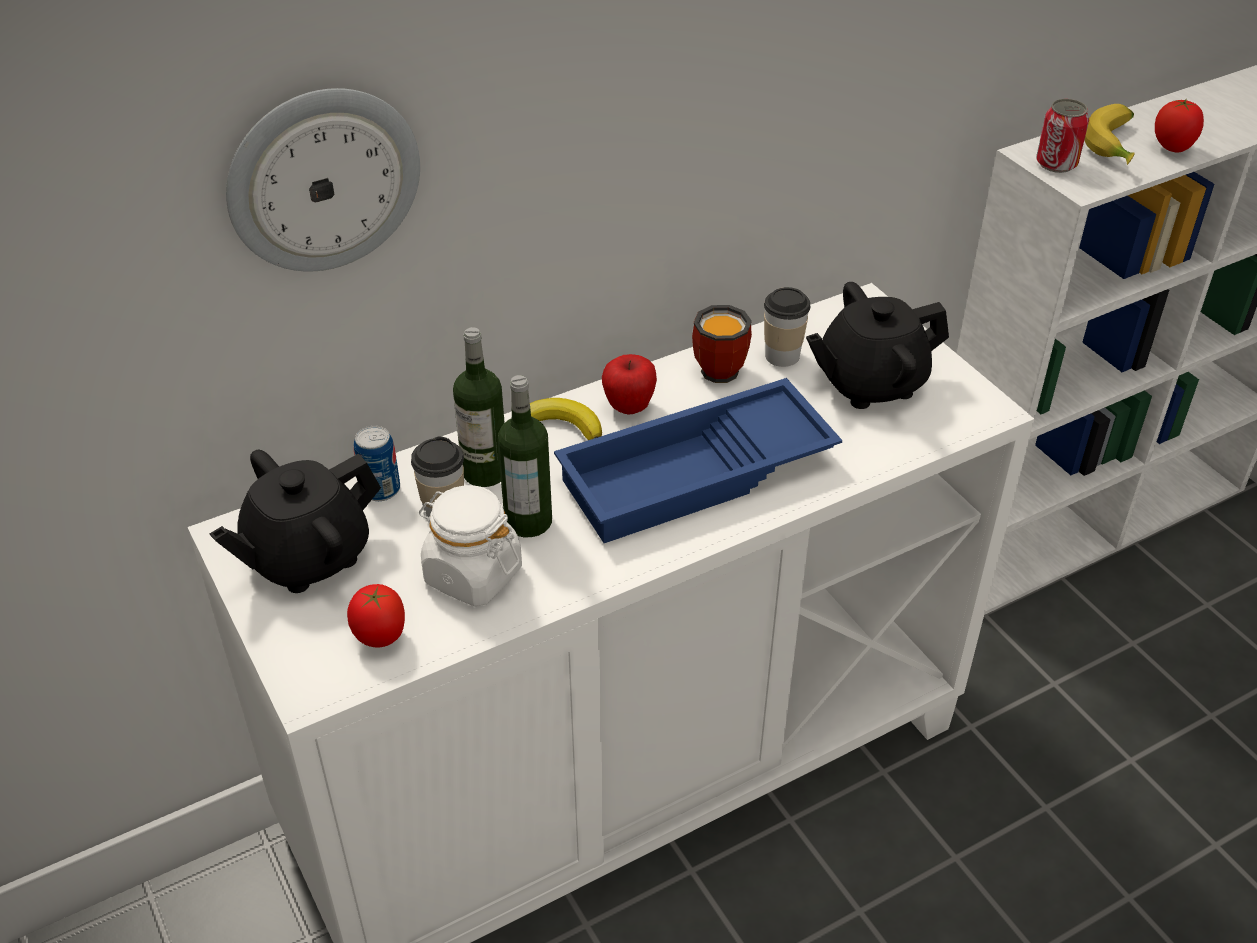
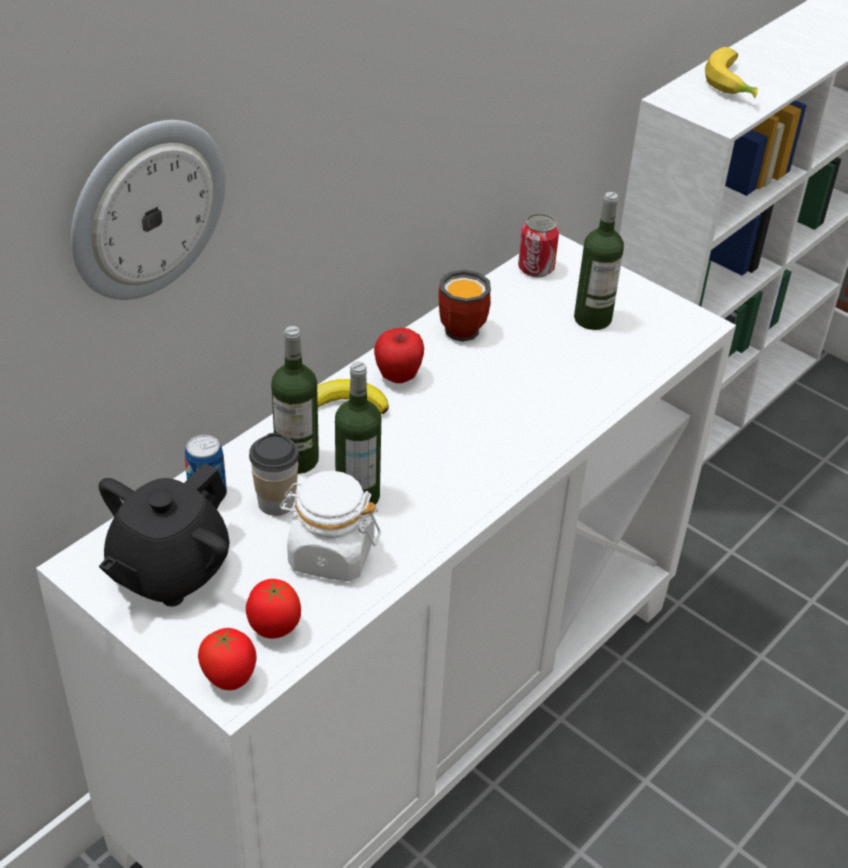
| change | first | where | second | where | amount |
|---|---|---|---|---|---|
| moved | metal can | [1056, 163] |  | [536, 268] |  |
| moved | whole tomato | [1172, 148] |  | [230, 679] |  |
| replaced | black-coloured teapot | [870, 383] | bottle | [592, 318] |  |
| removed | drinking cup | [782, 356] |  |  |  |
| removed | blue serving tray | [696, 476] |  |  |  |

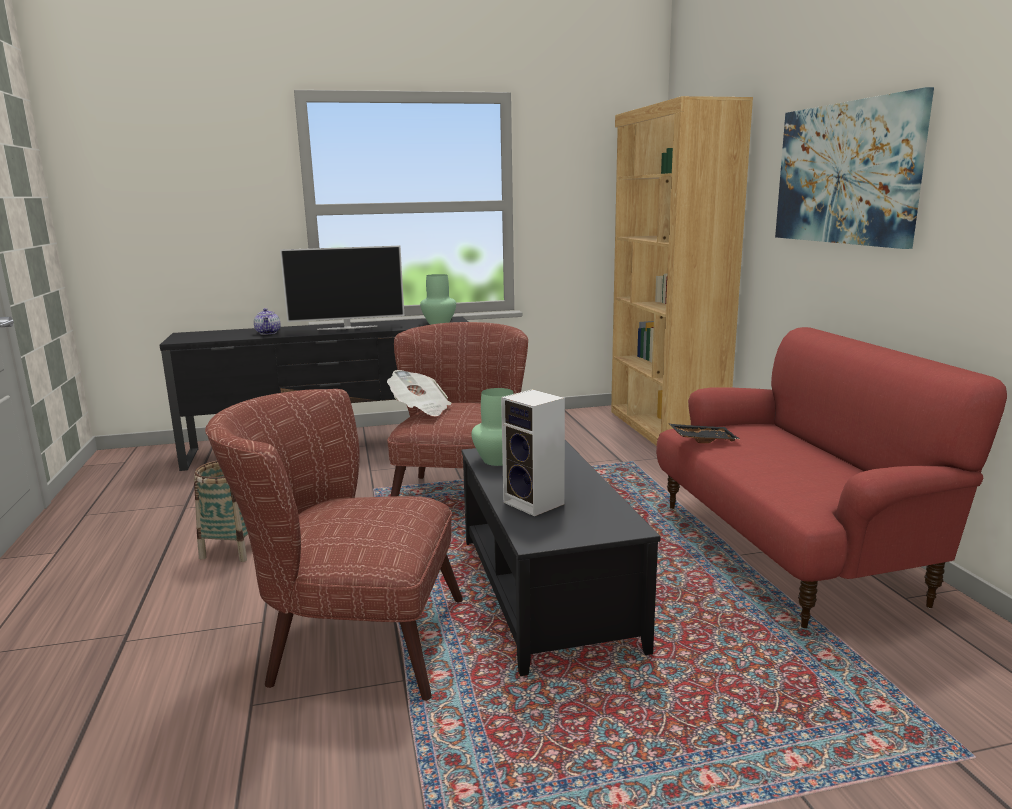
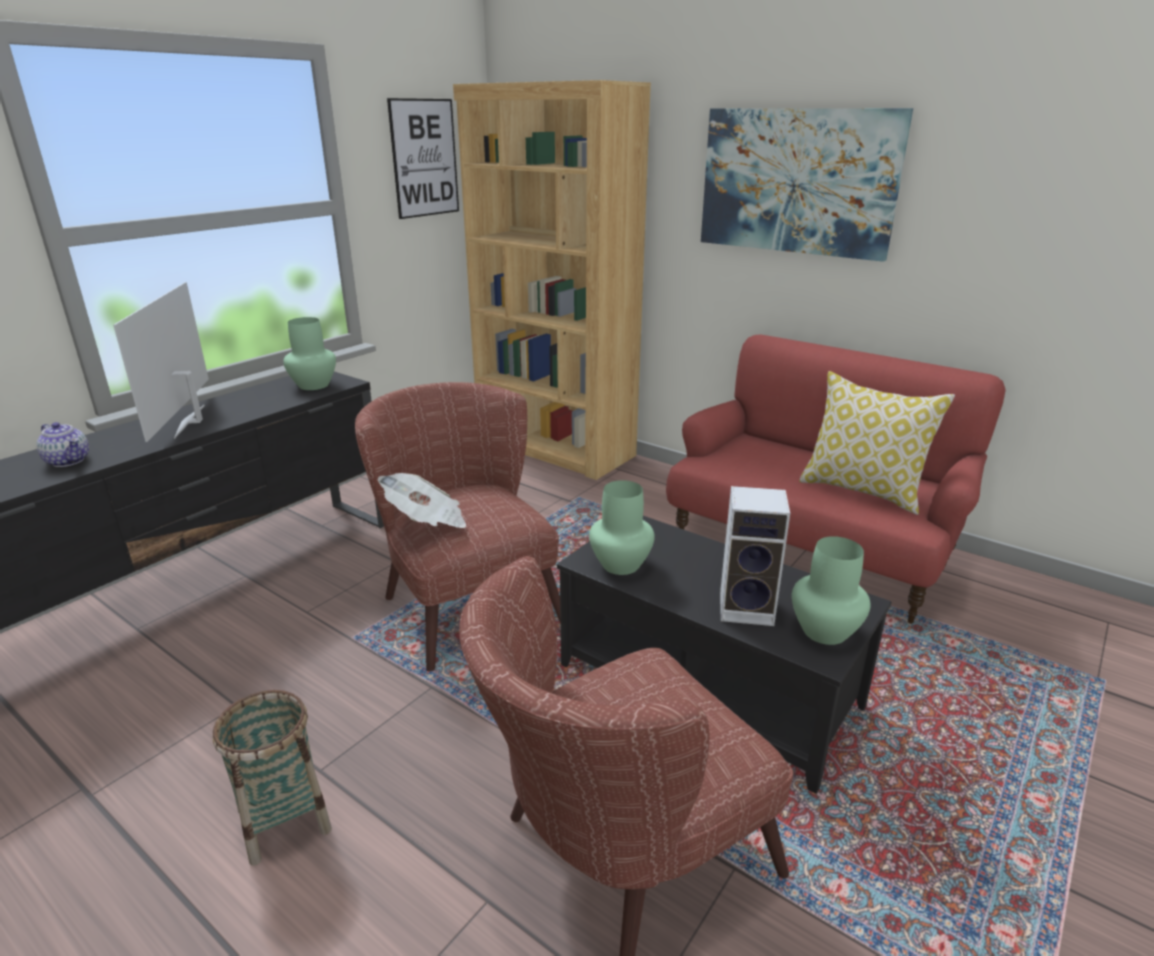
| change | first | where | second | where | amount |
|---|---|---|---|---|---|
| turned | TV set | [347, 328] |  | [192, 421] | 135 degrees clockwise |
| removed | black-coloured serving tray | [702, 439] |  |  |  |
| added |  |  | wall art | [424, 158] |  |
| added |  |  | pillow | [862, 491] |  |
| added |  |  | green decorative vase | [825, 631] |  |

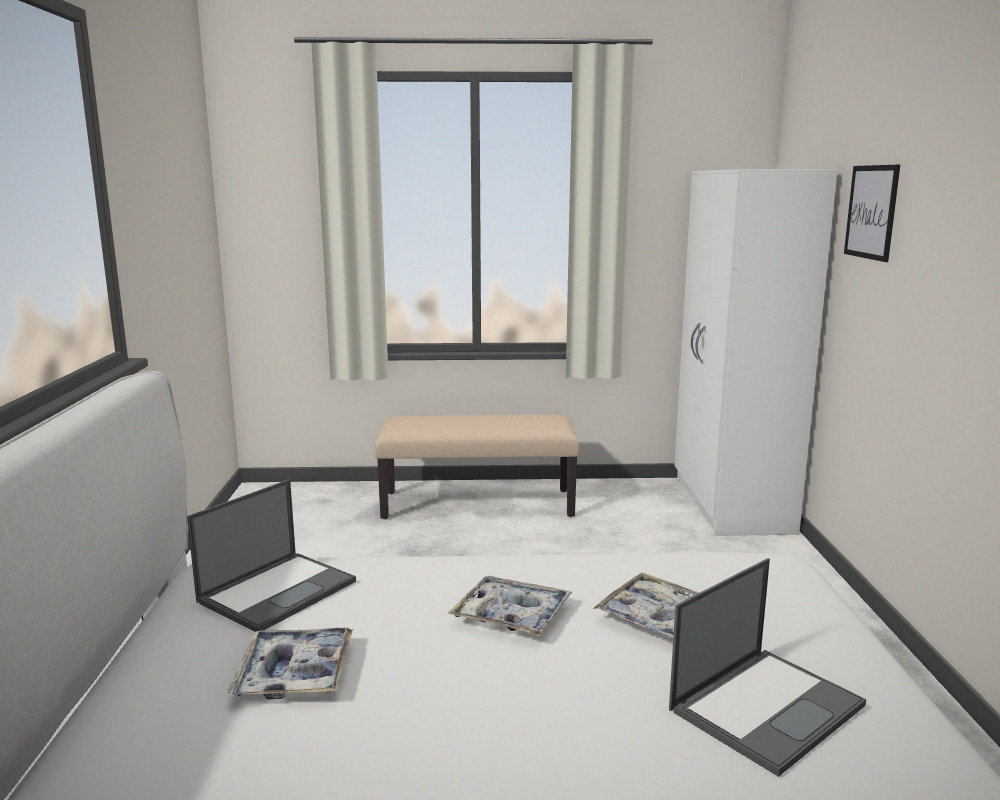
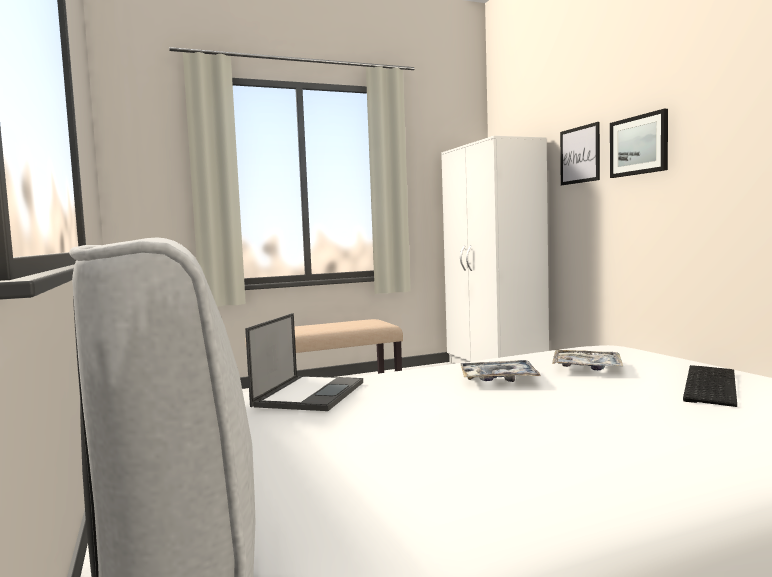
| change | first | where | second | where | amount |
|---|---|---|---|---|---|
| replaced | laptop | [767, 706] | computer keyboard | [707, 384] |  |
| removed | serving tray | [294, 673] |  |  |  |
| added |  |  | wall art | [639, 145] |  |

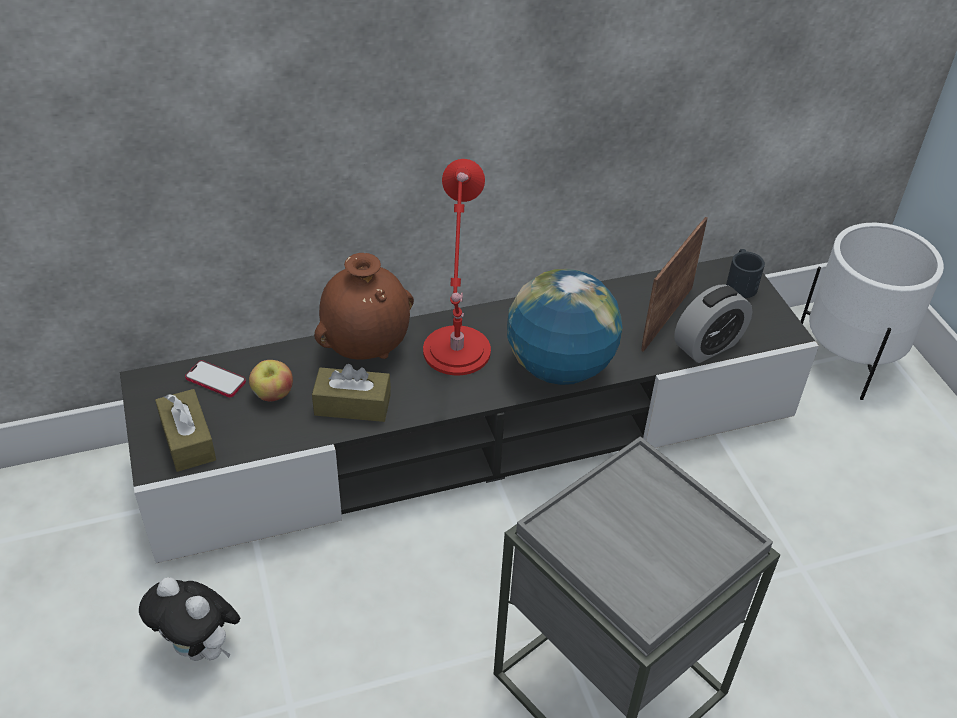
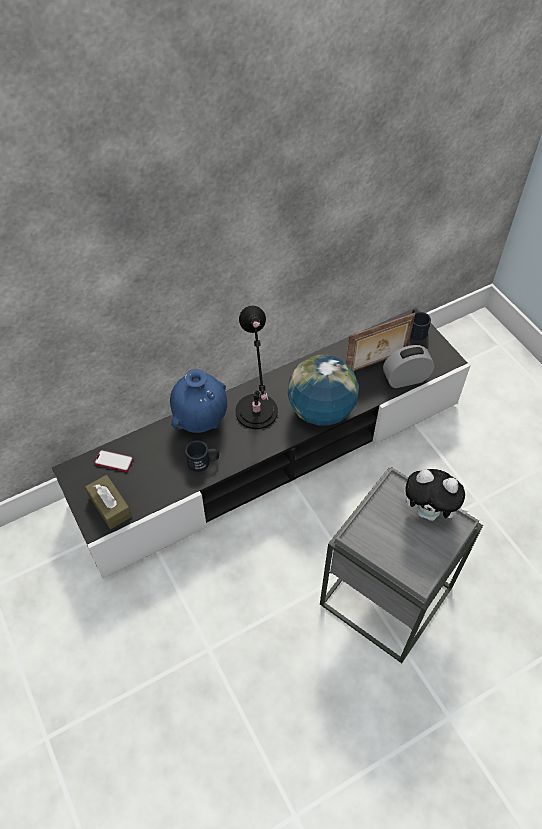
| change | first | where | second | where | amount |
|---|---|---|---|---|---|
| recoloured | red table lamp | [456, 355] | black-coloured table lamp | [256, 415] |  |
| turned | standing frame | [665, 317] |  | [376, 363] | 135 degrees counterclockwise |
| removed | white-coloured flower pot | [849, 358] |  |  |  |
| recoloured | brown decorative vase | [367, 348] | blue decorative vase | [201, 420] |  |
| turned | table clock | [707, 346] |  | [405, 379] | 150 degrees counterclockwise |
| removed | apple | [273, 394] |  |  |  |
| replaced | brown tissue holder | [352, 405] | black-coloured tea mug | [203, 462] |  |
| moved | plush toy | [200, 648] |  | [429, 512] |  |

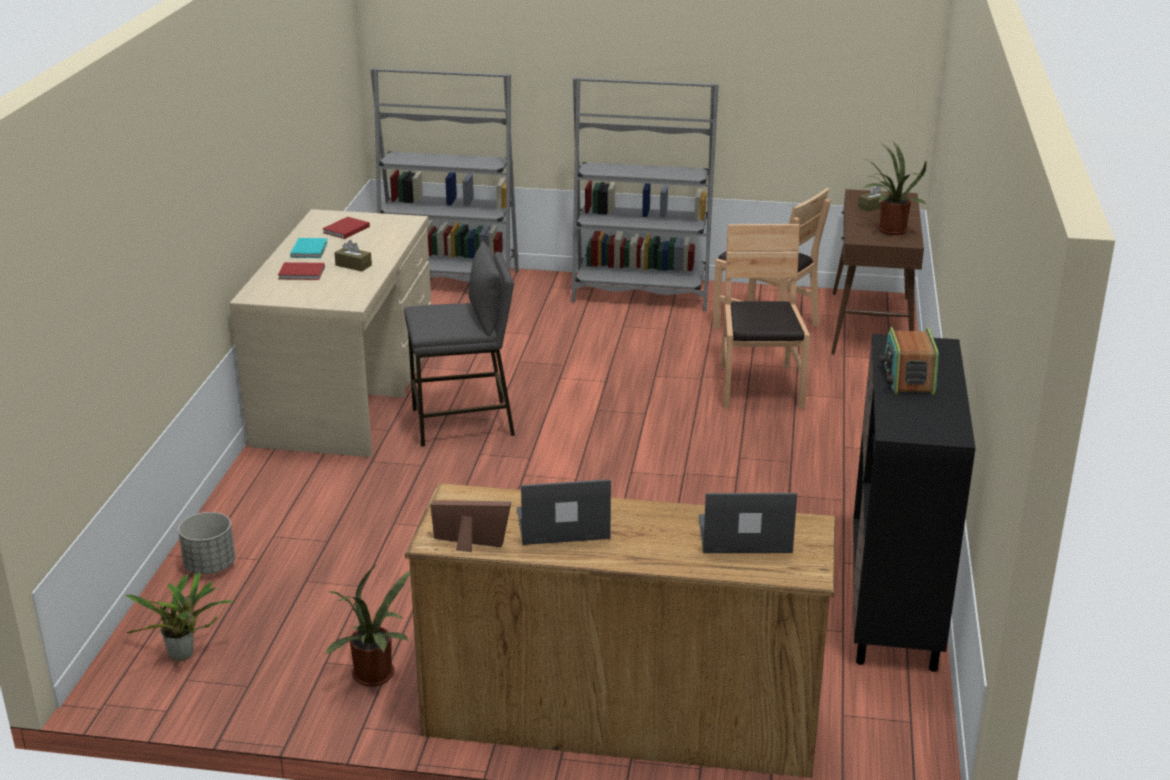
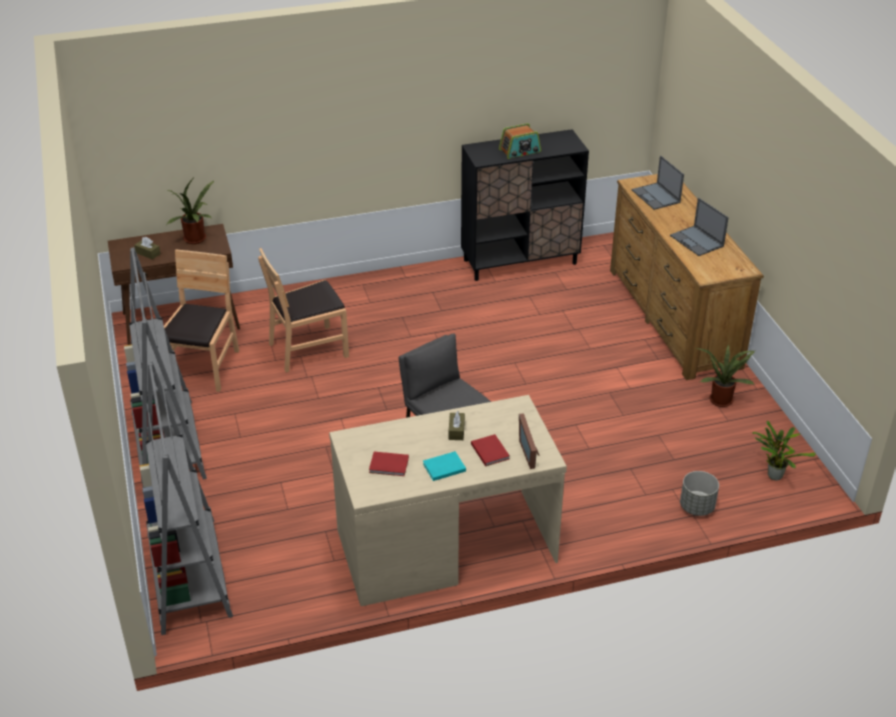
| change | first | where | second | where | amount |
|---|---|---|---|---|---|
| moved | standing frame | [470, 545] |  | [530, 452] |  |

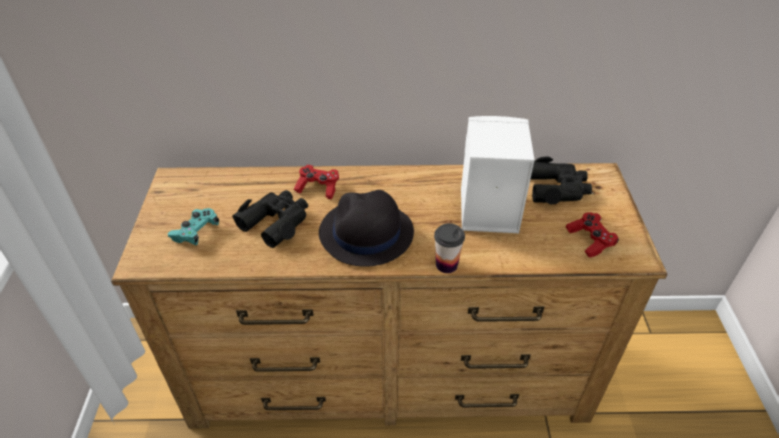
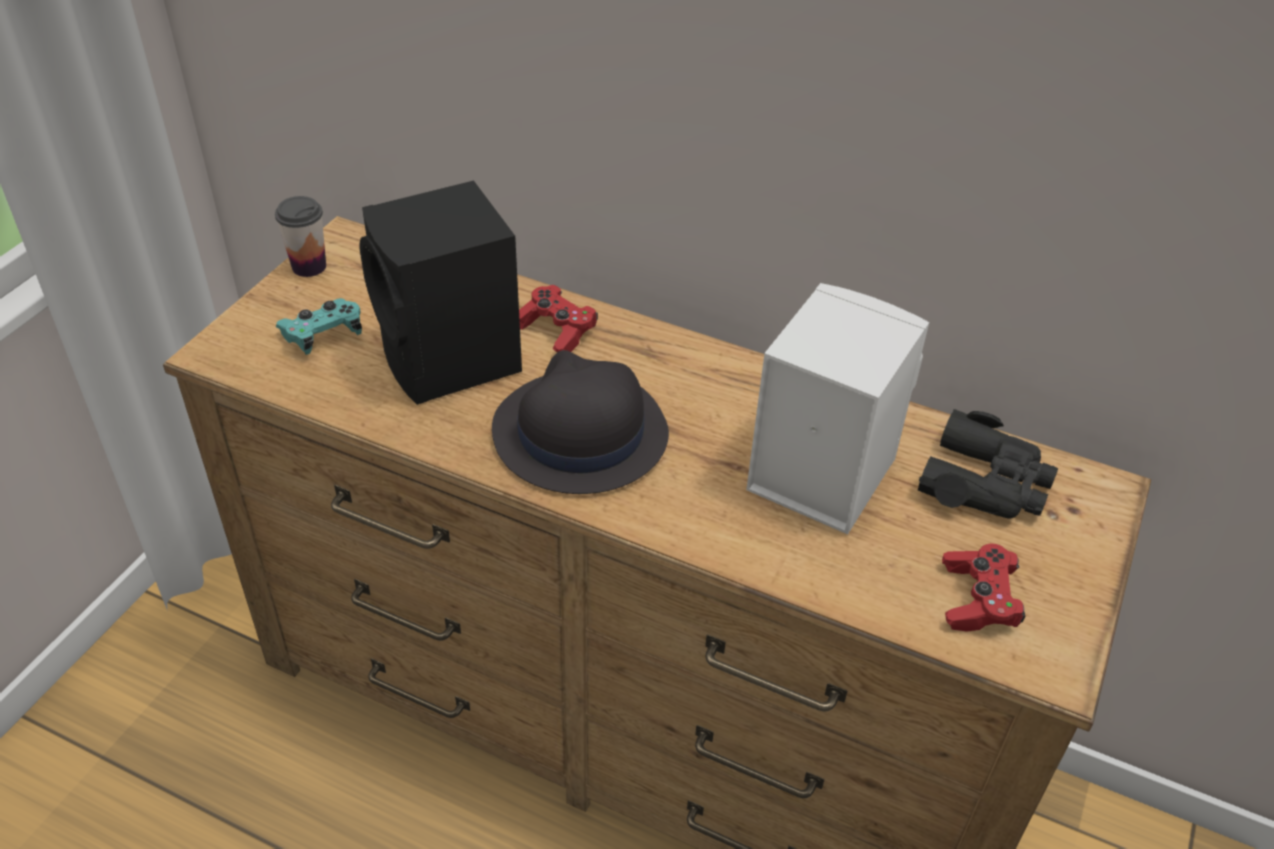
| change | first | where | second | where | amount |
|---|---|---|---|---|---|
| replaced | black-coloured pair of binoculars | [276, 222] | black-coloured speaker | [451, 362] |  |
| moved | drinking cup | [446, 265] |  | [309, 266] |  |

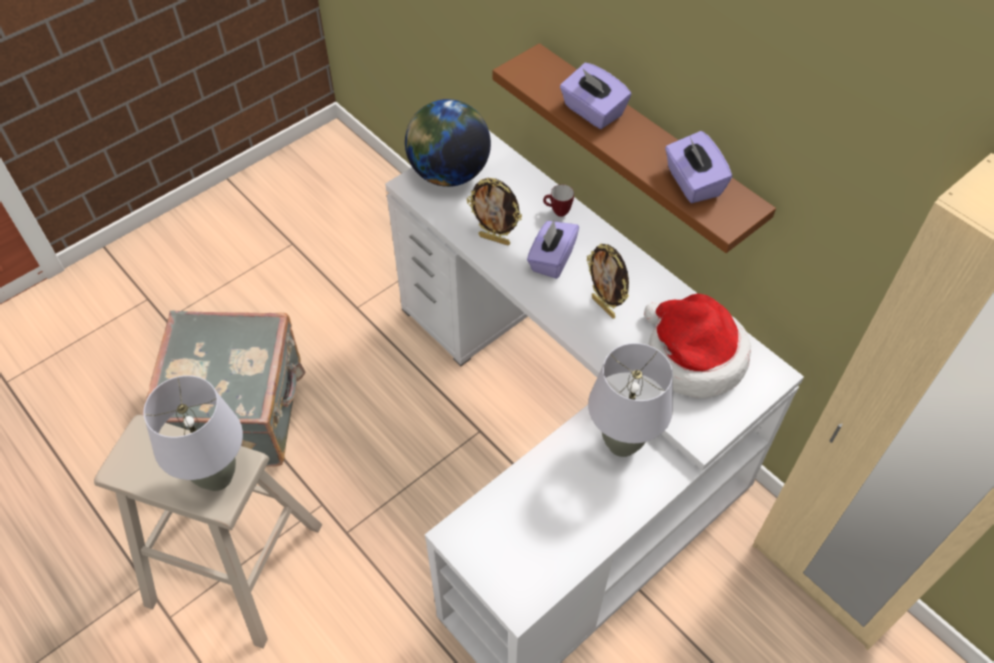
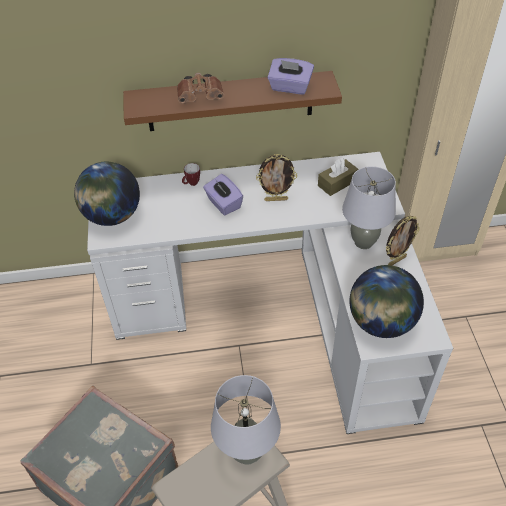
| change | first | where | second | where | amount |
|---|---|---|---|---|---|
| replaced | purple-coloured tissue holder | [592, 111] | brown pair of binoculars | [201, 96] |  |
| moved | standing frame | [495, 239] |  | [396, 261] |  |
| replaced | wearable hat | [692, 357] | brown tissue holder | [337, 183] |  |
| added |  |  | world globe | [381, 322] |  |

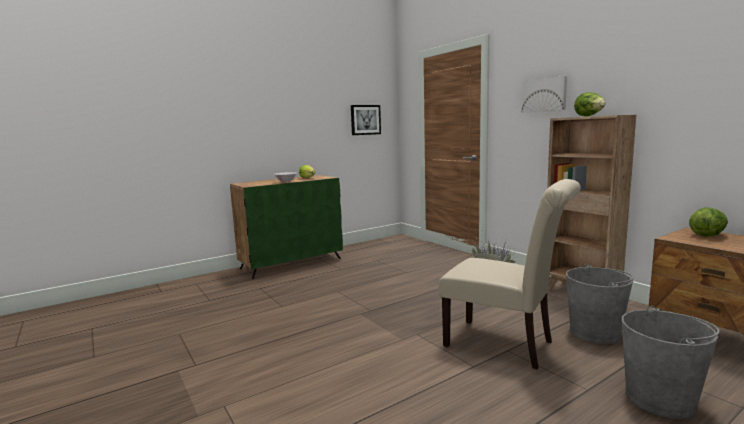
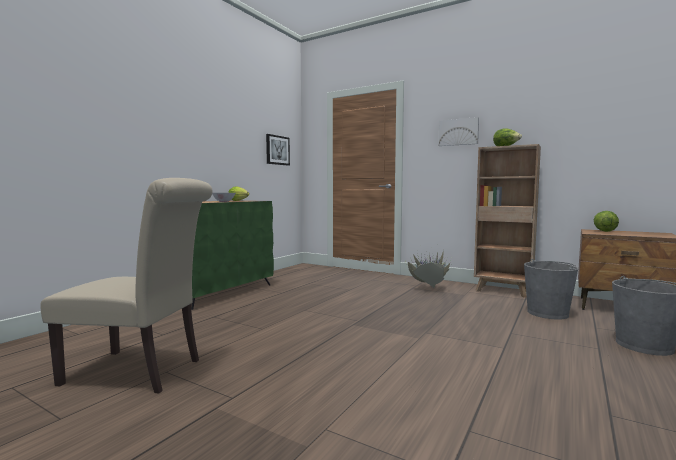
| change | first | where | second | where | amount |
|---|---|---|---|---|---|
| moved | beige upright chair | [505, 345] |  | [140, 372] |  |

